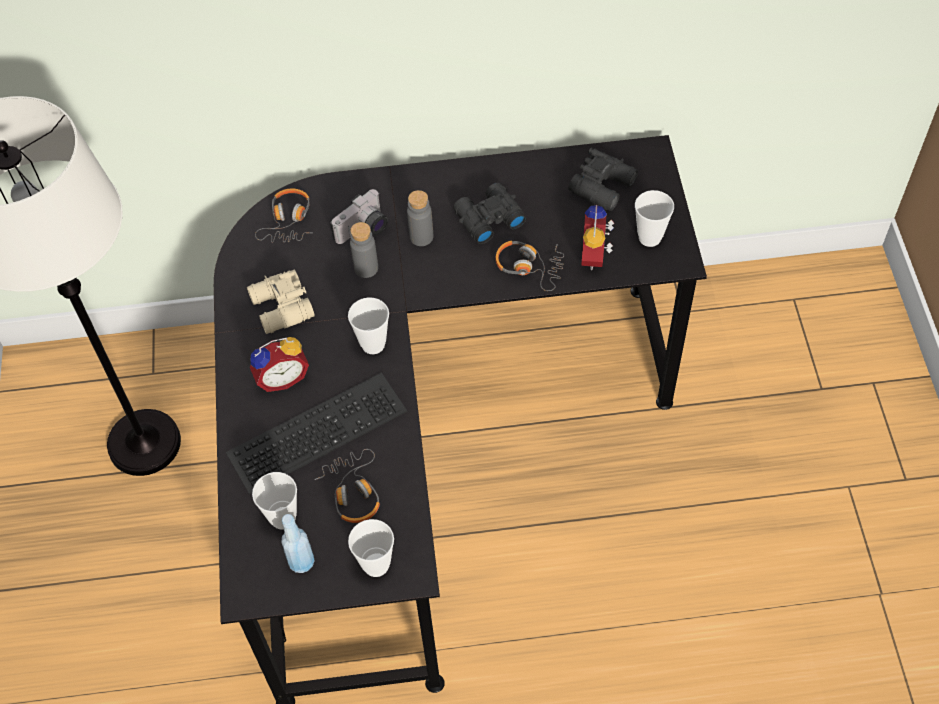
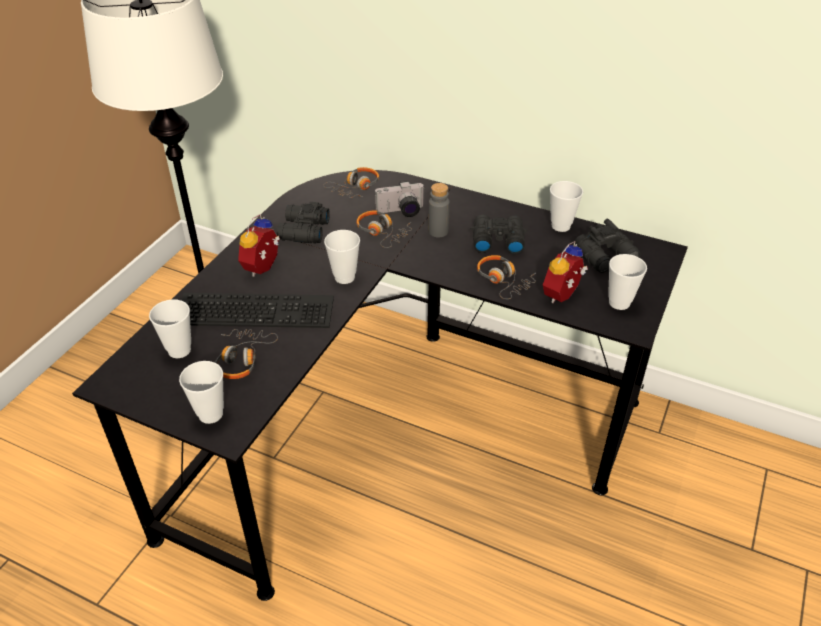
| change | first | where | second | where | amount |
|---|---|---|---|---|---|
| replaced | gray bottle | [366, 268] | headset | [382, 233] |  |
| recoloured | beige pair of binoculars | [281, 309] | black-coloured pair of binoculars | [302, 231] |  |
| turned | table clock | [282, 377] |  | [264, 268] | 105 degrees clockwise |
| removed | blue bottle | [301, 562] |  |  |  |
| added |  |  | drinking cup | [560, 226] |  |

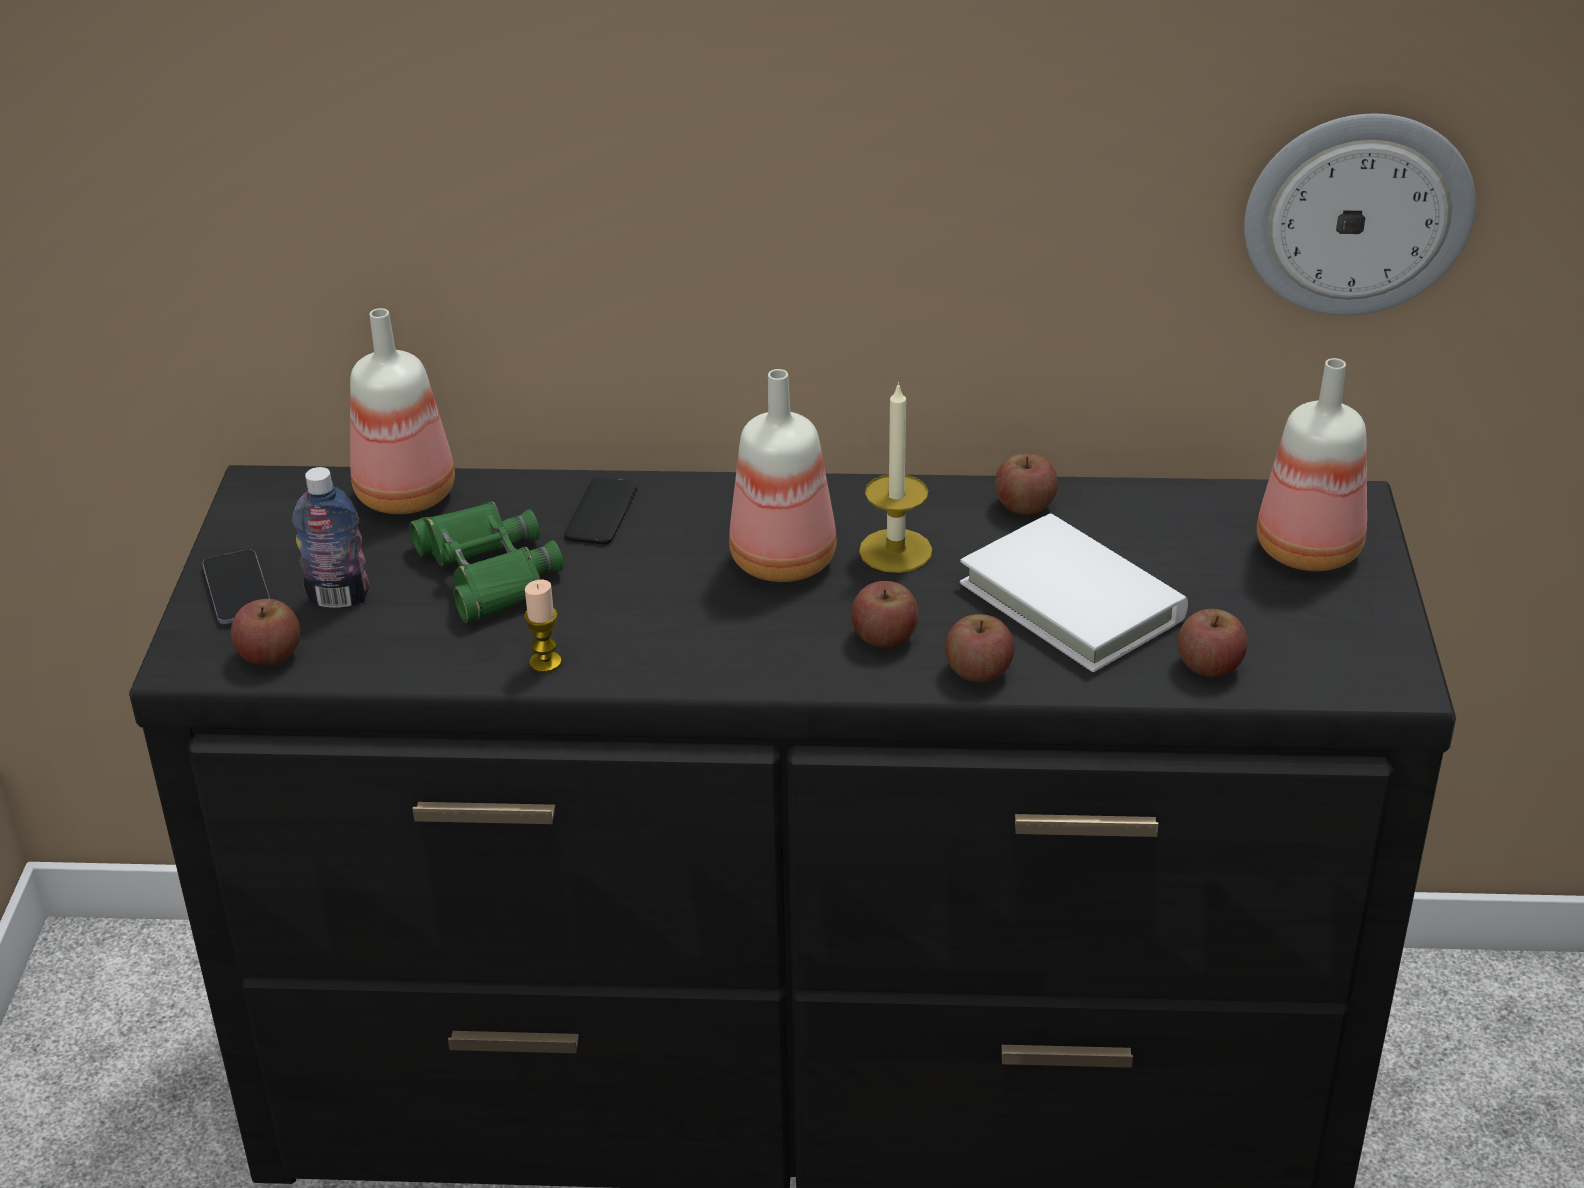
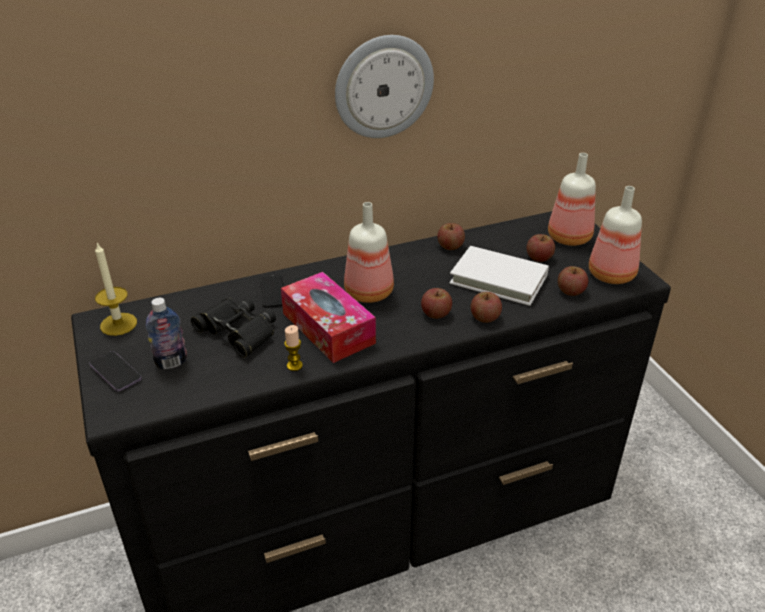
| change | first | where | second | where | amount |
|---|---|---|---|---|---|
| moved | hanging clock | [1357, 213] |  | [383, 87] |  |
| moved | bottle | [408, 493] |  | [611, 274] |  |
| moved | wax light | [895, 551] |  | [118, 324] |  |
| recoloured | green pair of binoculars | [487, 572] | black-coloured pair of binoculars | [237, 331] |  |
| moved | apple | [270, 655] |  | [539, 258] |  |
| added |  |  | tissue holder | [328, 328] |  |

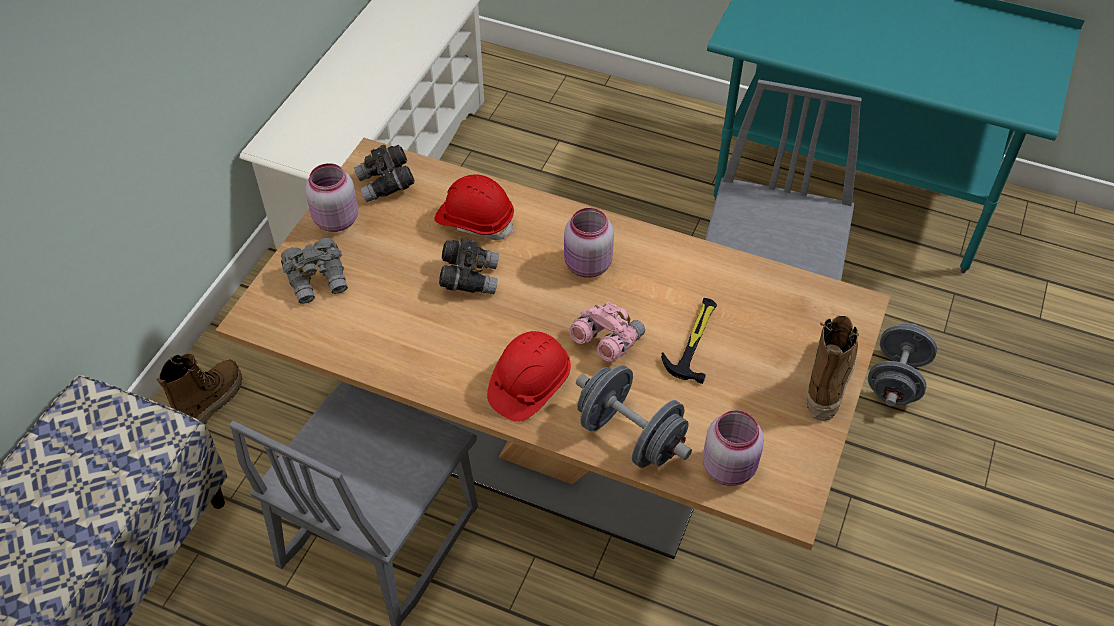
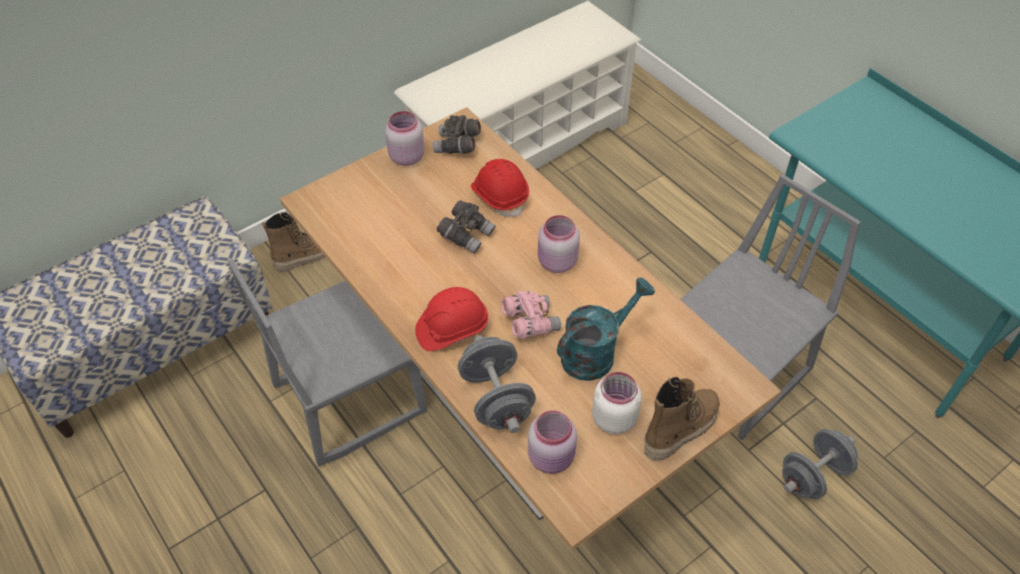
| change | first | where | second | where | amount |
|---|---|---|---|---|---|
| removed | gray pair of binoculars | [318, 280] |  |  |  |
| replaced | hand hammer | [694, 340] | turquoise-coloured watering pot | [595, 352] |  |
| added |  |  | white-coloured storage jar | [613, 418] |  |

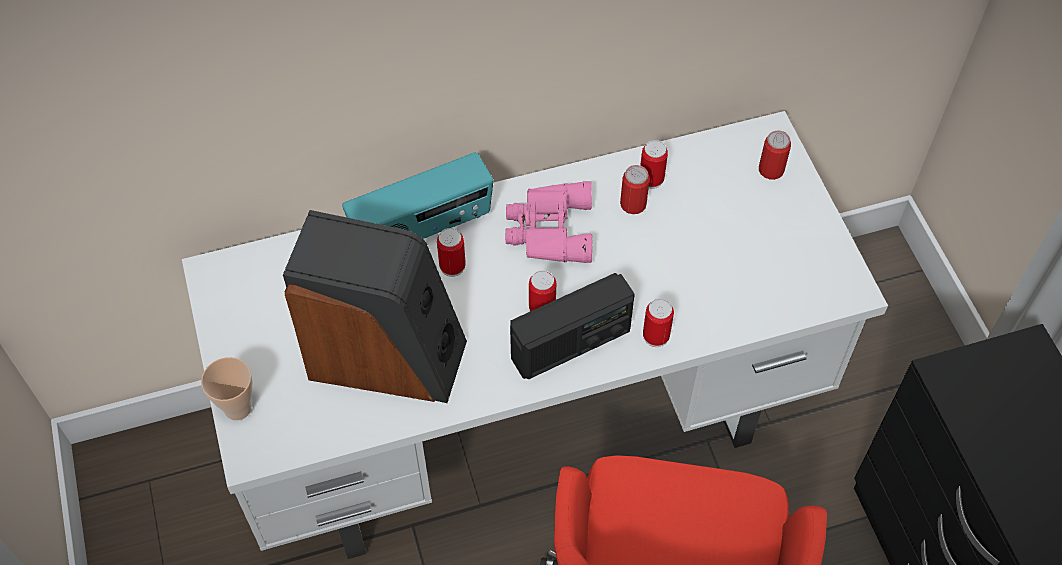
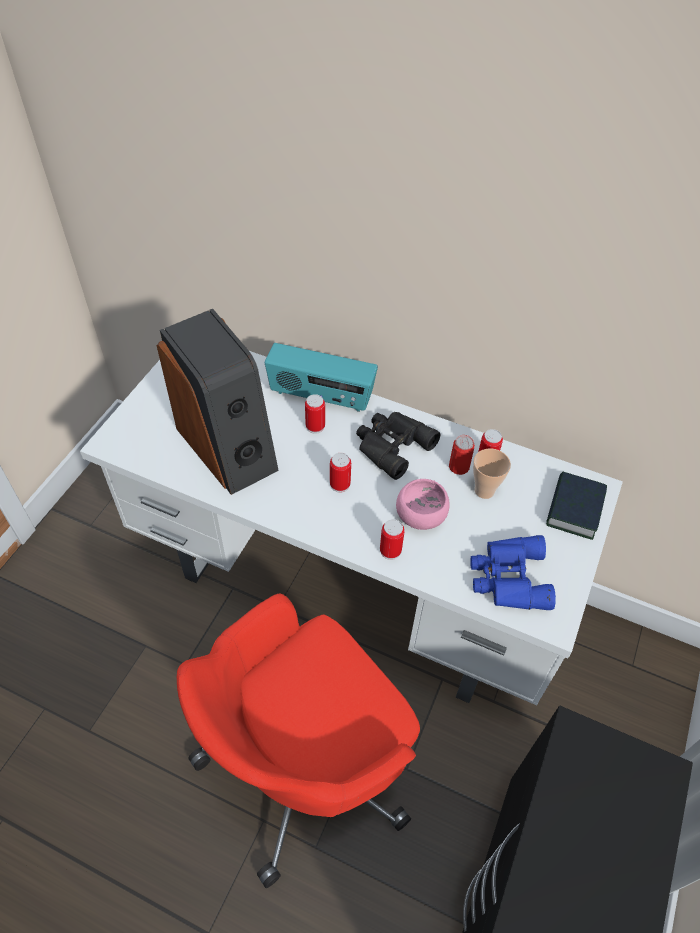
| change | first | where | second | where | amount |
|---|---|---|---|---|---|
| replaced | metal can | [771, 170] | volume | [574, 509] |  |
| recoloured | pinkish pair of binoculars | [548, 230] | black-coloured pair of binoculars | [391, 445] |  |
| removed | radio | [571, 344] |  |  |  |
| moved | drinking cup | [238, 408] |  | [484, 490] |  |
| added |  |  | pinkish bowl | [422, 517] |  |
| added |  |  | blue pair of binoculars | [507, 578] |  |

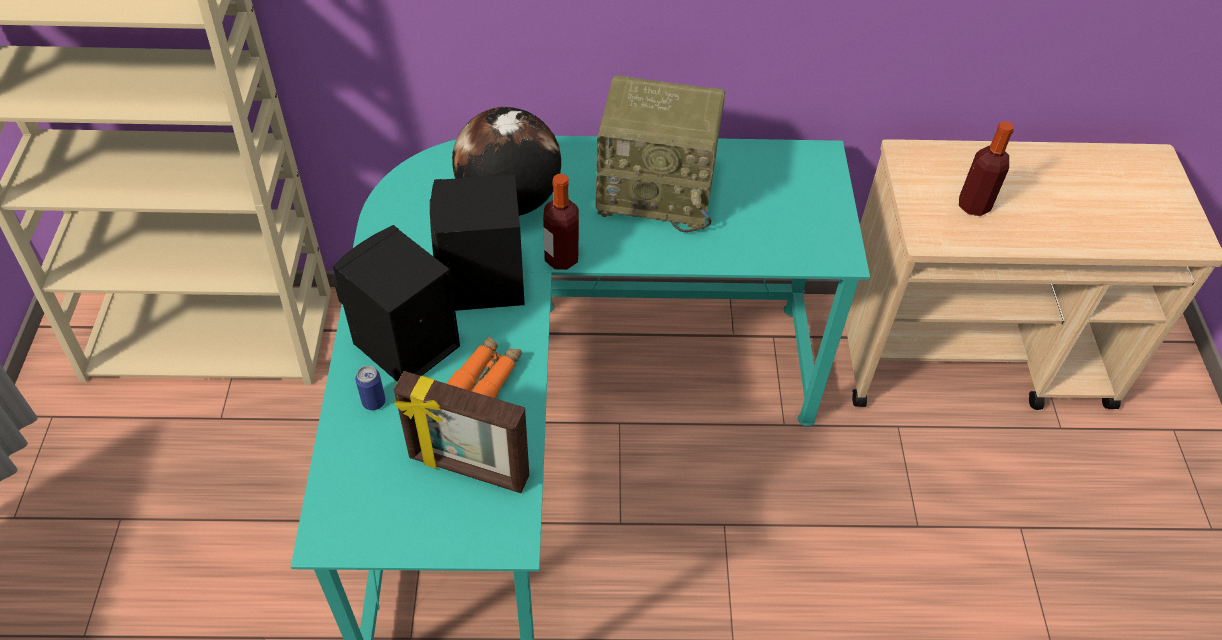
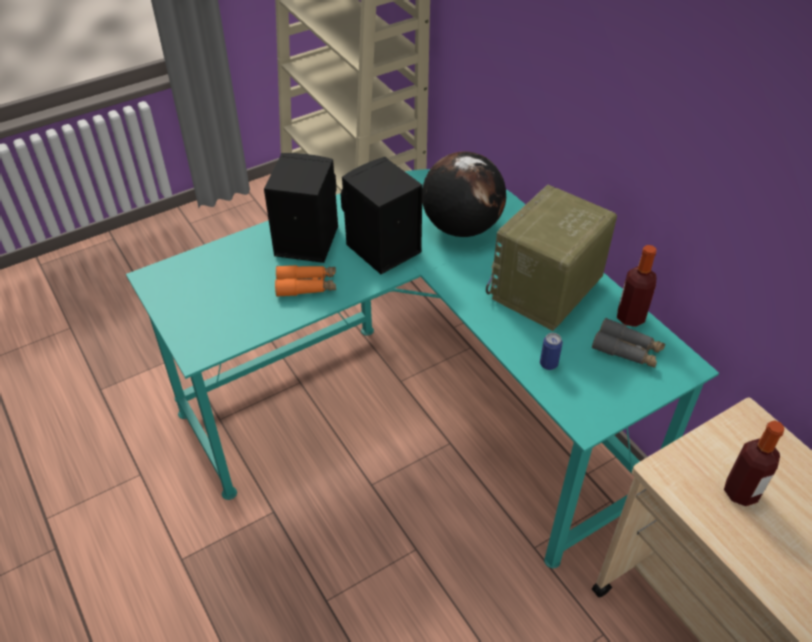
| change | first | where | second | where | amount |
|---|---|---|---|---|---|
| turned | radio | [658, 191] |  | [546, 291] | 60 degrees clockwise |
| moved | bottle | [561, 258] |  | [630, 317] |  |
| moved | metal can | [374, 402] |  | [548, 364] |  |
| removed | standing frame | [468, 469] |  |  |  |
| added |  |  | gray pair of binoculars | [627, 350] |  |

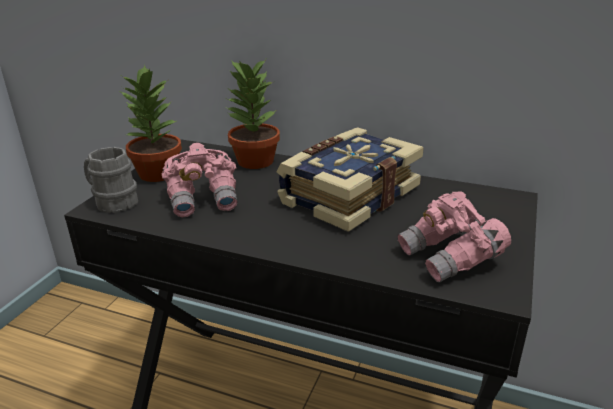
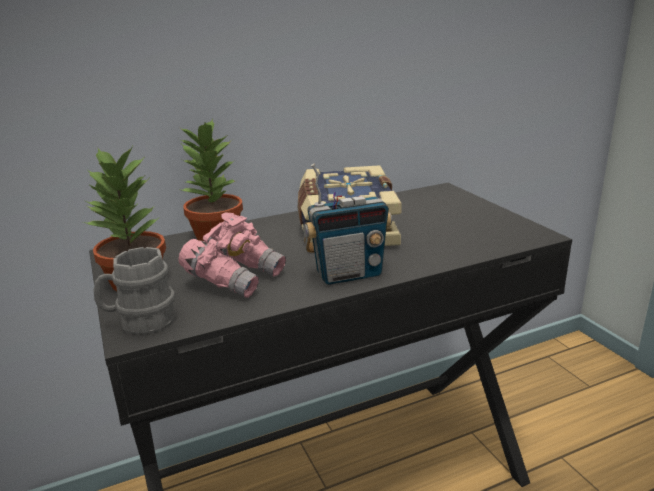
| change | first | where | second | where | amount |
|---|---|---|---|---|---|
| removed | pinkish pair of binoculars | [450, 258] |  |  |  |
| added |  |  | radio | [348, 274] |  |

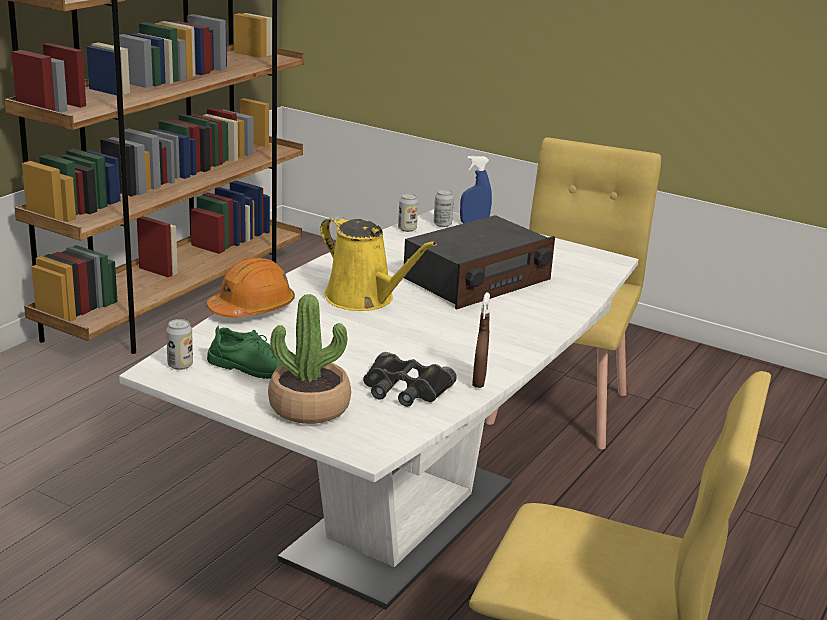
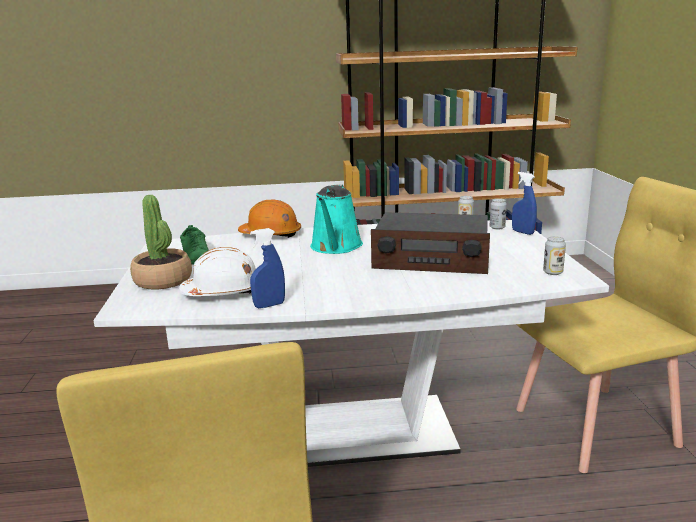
| change | first | where | second | where | amount |
|---|---|---|---|---|---|
| recoloured | yellow-coloured watering pot | [364, 299] | turquoise-coloured watering pot | [335, 247] |  |
| recoloured | brown hand sprayer | [479, 381] | blue hand sprayer | [269, 305] |  |
| moved | metal can | [180, 365] |  | [553, 272] |  |
| replaced | black-coloured pair of binoculars | [404, 389] | white-coloured work helmet | [223, 292] |  |

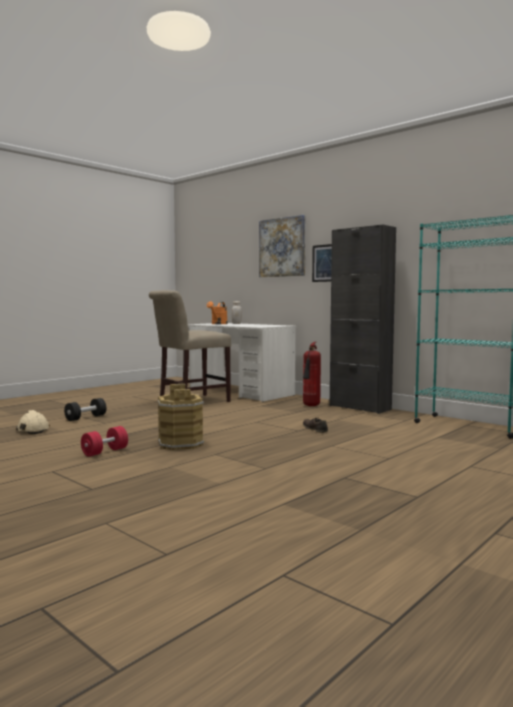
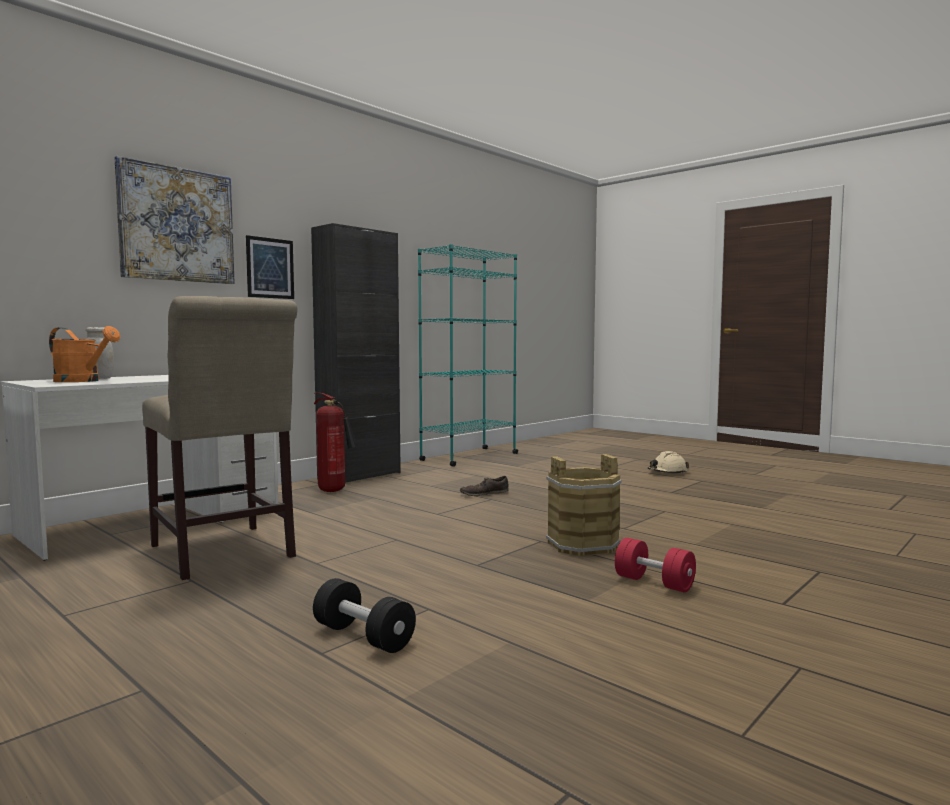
| change | first | where | second | where | amount |
|---|---|---|---|---|---|
| moved | beige work helmet | [32, 430] |  | [667, 472] |  |

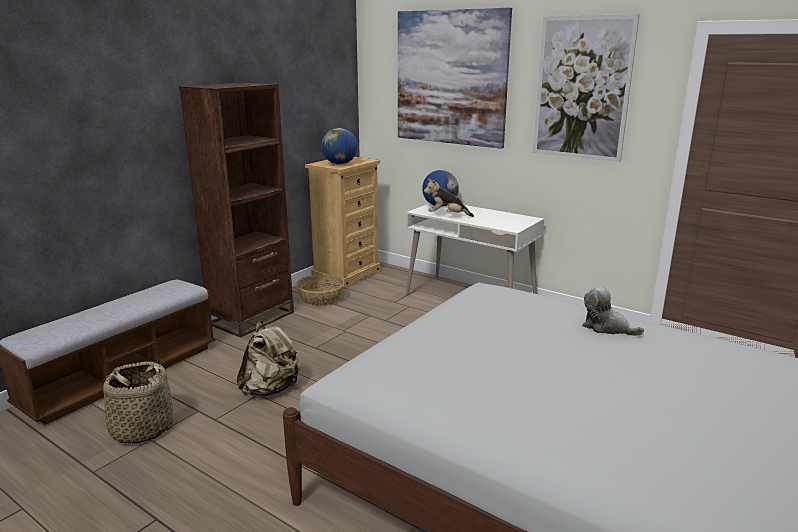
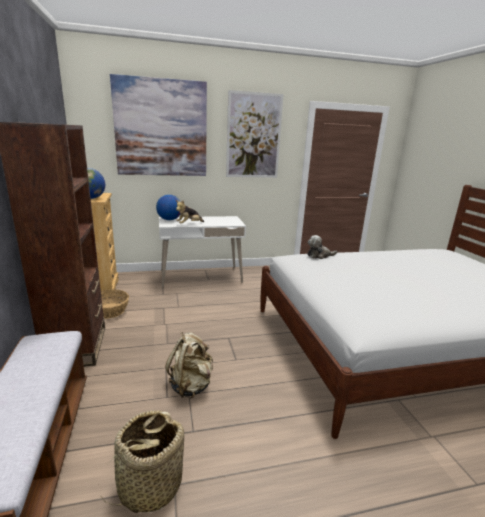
| change | first | where | second | where | amount |
|---|---|---|---|---|---|
| moved | plush toy | [607, 327] |  | [319, 256] |  |

